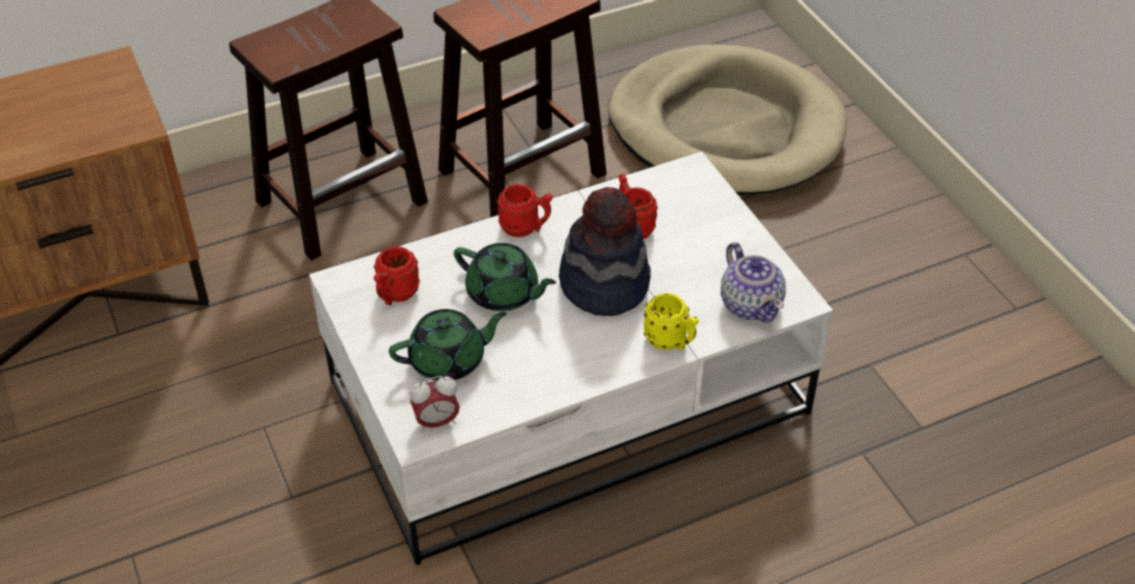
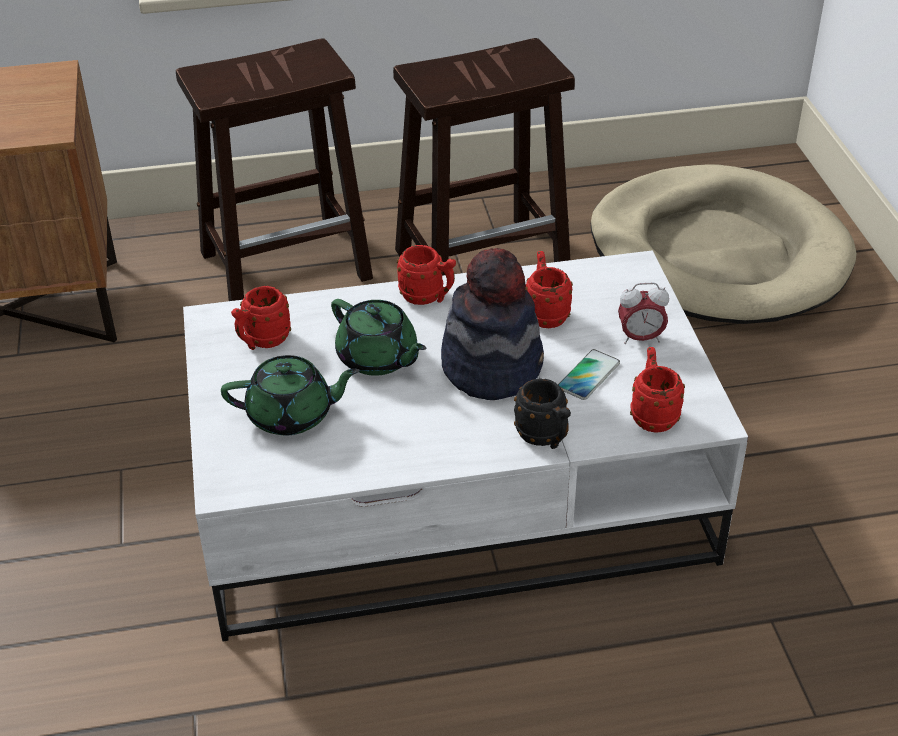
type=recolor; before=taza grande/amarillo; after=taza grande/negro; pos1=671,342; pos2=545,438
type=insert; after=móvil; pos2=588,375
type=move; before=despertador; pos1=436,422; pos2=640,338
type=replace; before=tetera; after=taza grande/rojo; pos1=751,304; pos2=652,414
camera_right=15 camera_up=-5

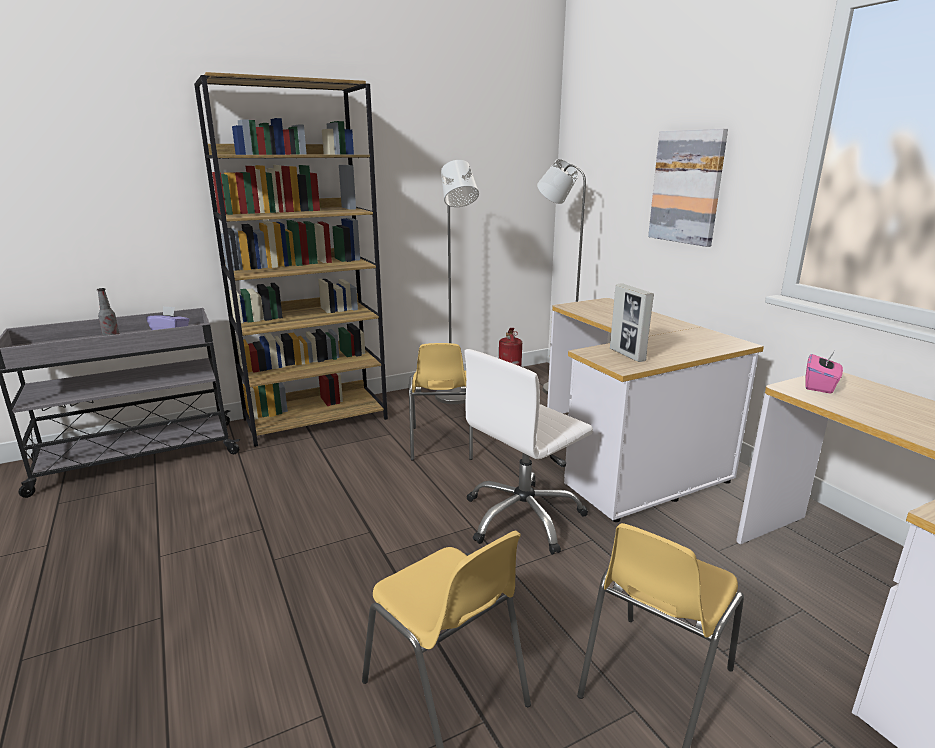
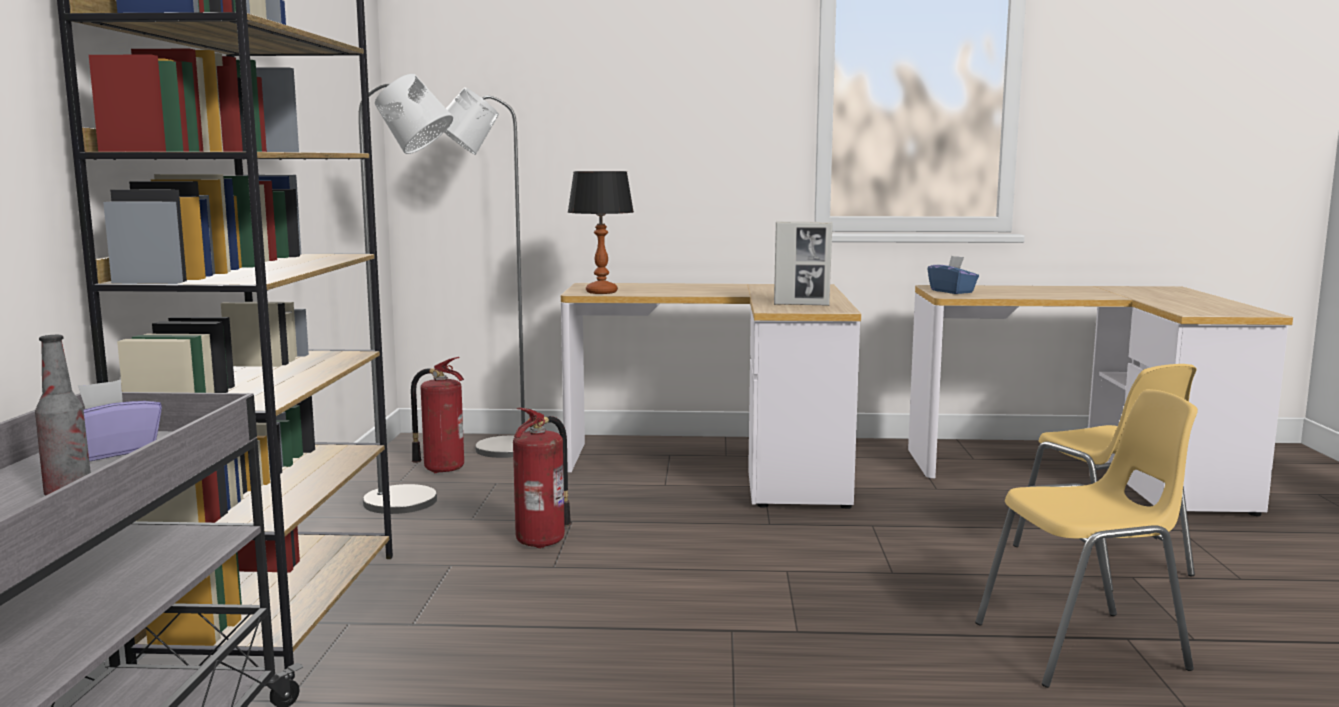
type=replace; before=silla/amarillo; after=extintor; pos1=441,443; pos2=543,541
type=insert; after=lámpara de mesa; pos2=601,292
type=recolor; before=caja de pañuelos/rosa; after=caja de pañuelos/azul; pos1=820,386; pos2=952,291
type=delete; before=silla de oficina/blanco; pos1=523,517
type=delete; before=cuadro; pos1=687,187
camera_right=-60 camera_up=-10

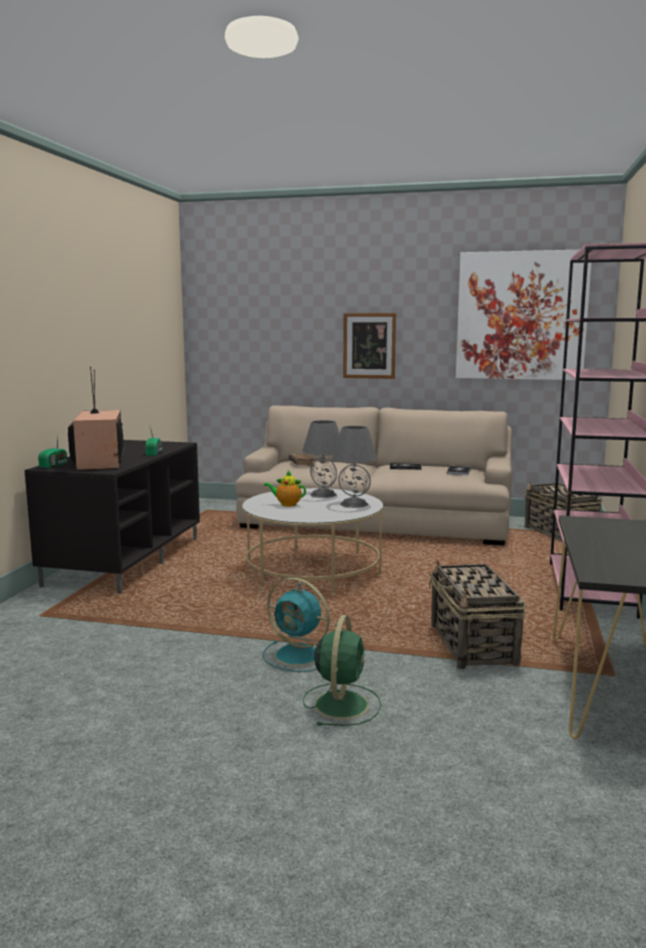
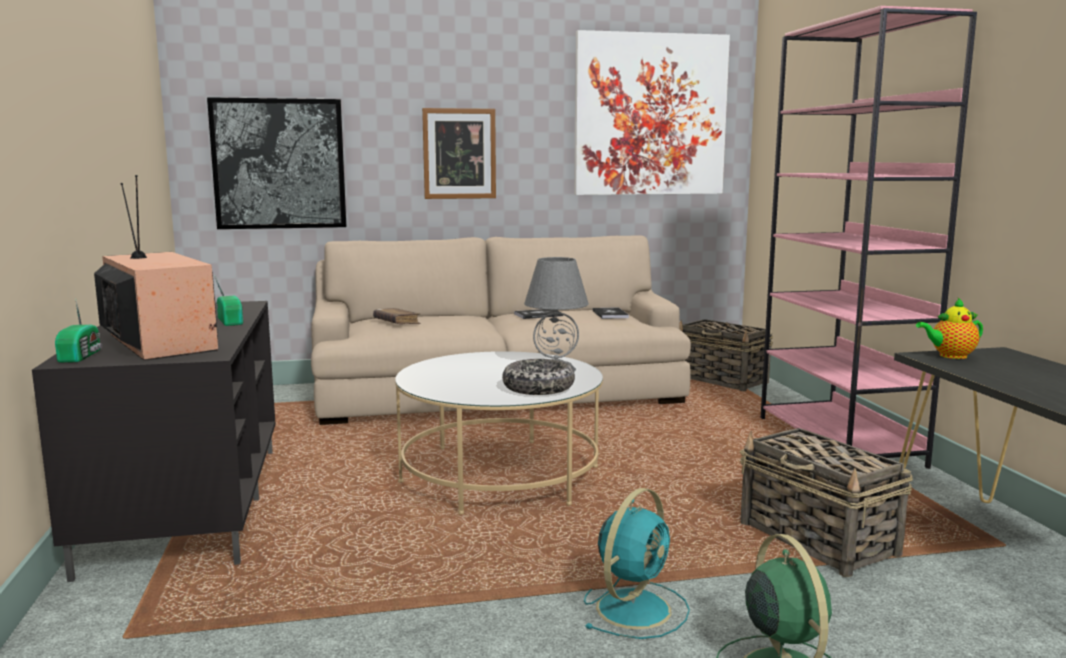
type=insert; after=cuadro; pos2=279,164
type=insert; after=cuenco; pos2=538,388
type=rotate; before=ventilador/turquesa; pos1=300,656; pos2=635,607; turn=-60
type=move; before=tetera; pos1=287,504; pos2=950,356
type=delete; before=lámpara de mesa/gris; pos1=323,494
camera_right=-25 camera_up=0

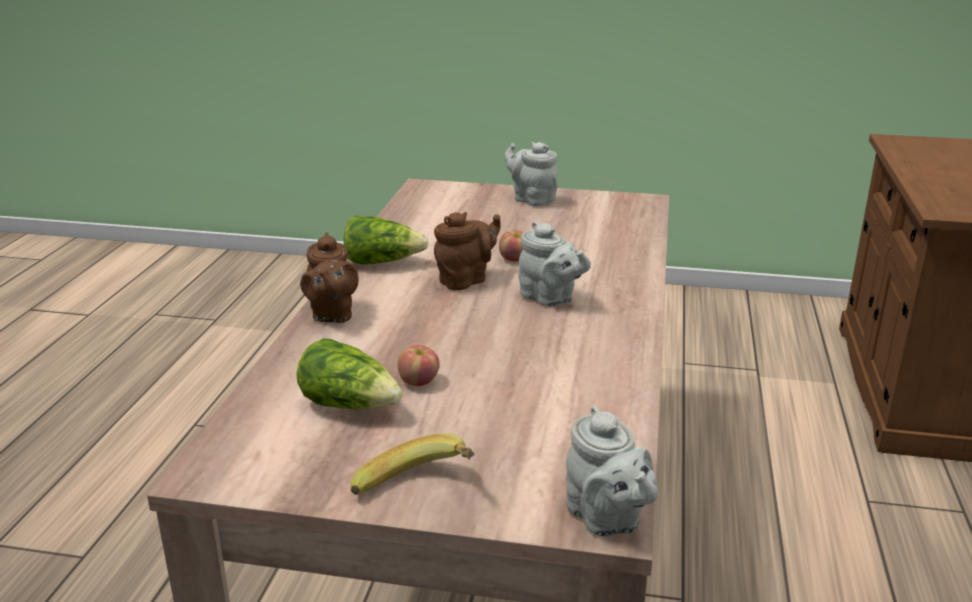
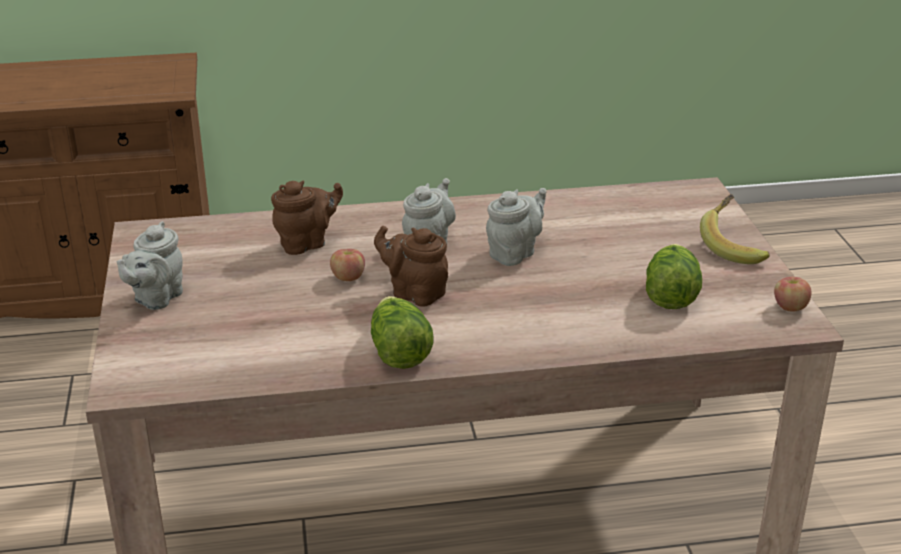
type=move; before=tetera/marrón; pos1=331,315; pos2=307,244
type=move; before=tetera/gris; pos1=606,519; pos2=514,253
type=move; before=manzana; pos1=419,381; pos2=789,307
camera_right=-110 camera_up=5

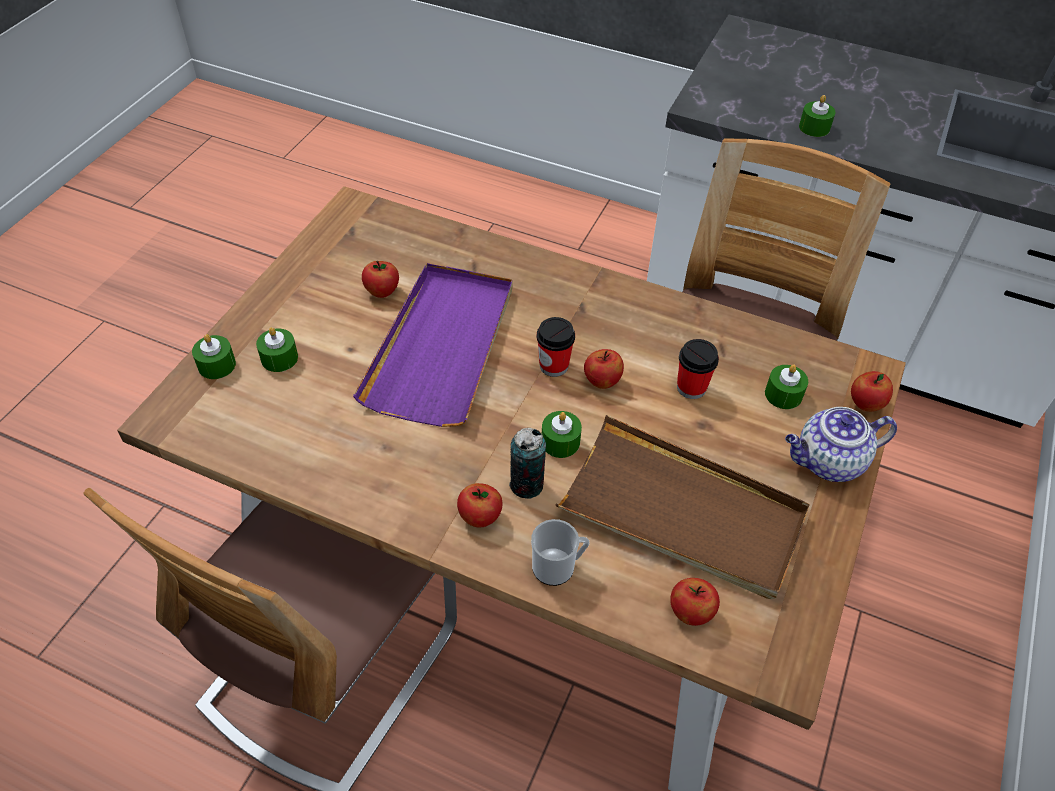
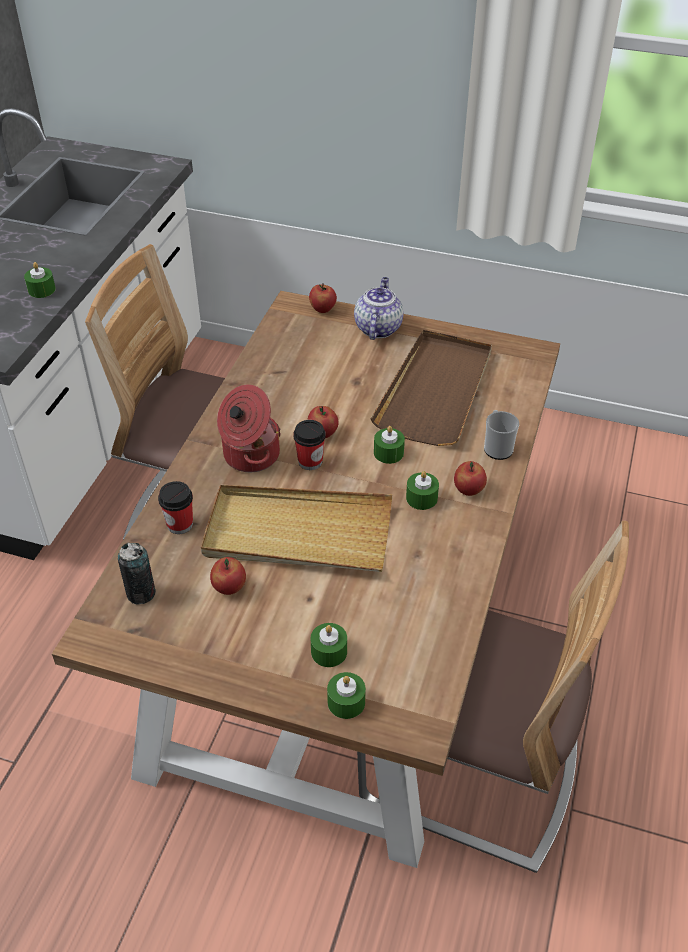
type=move; before=lata; pos1=526,485; pos2=141,593
type=move; before=taza; pos1=691,387; pos2=180,524
type=recolor; before=bandeja/morado; after=bandeja/beis; pos1=442,346; pos2=298,533
type=insert; after=olla; pos2=249,455
type=rotate; before=tetera; pos1=828,462; pos2=377,328; turn=-150
type=move; before=vela/verde; pos1=783,394; pos2=421,498
type=delete; before=manzana; pos1=690,612
camera_right=-95 camera_up=-5

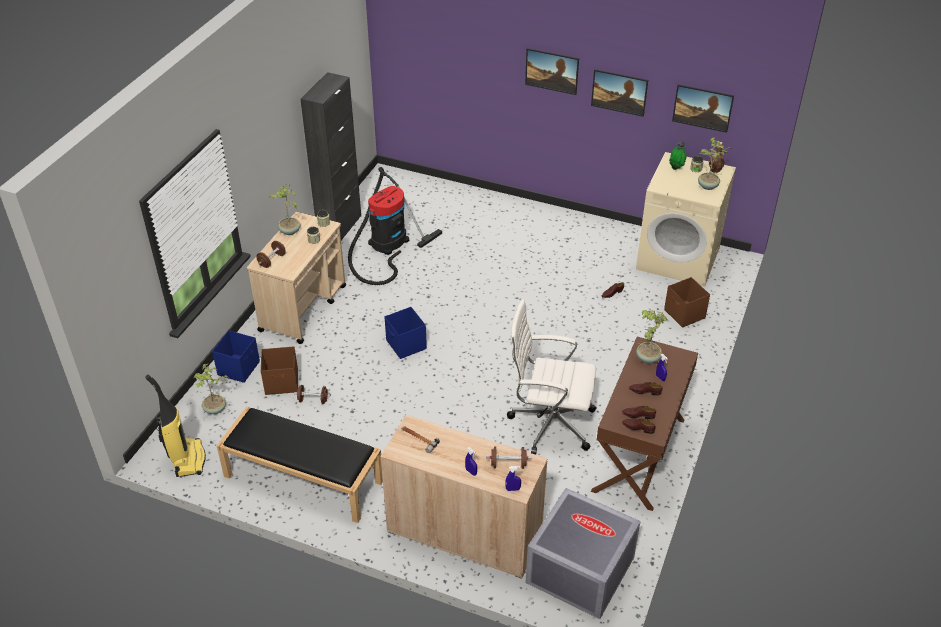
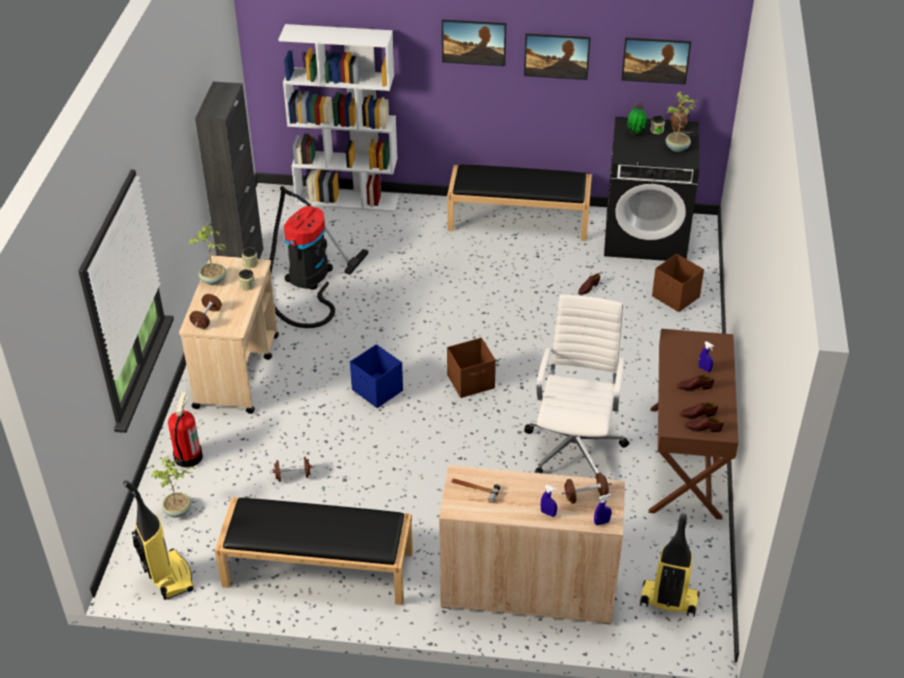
type=replace; before=caja de almacenaje/azul; after=extintor; pos1=239,368; pos2=188,456
type=insert; after=estantería/blanco; pos2=348,199
type=insert; after=banco/negro; pos2=519,220
type=move; before=caja de almacenaje/marrón; pos1=282,383; pos2=471,382
type=rotate; before=silla de oficina/blanco; pos1=549,423; pos2=575,446; turn=105
type=recolor; before=lavadora/beis; after=lavadora/negro; pos1=678,258; pos2=646,235
type=replace; before=caja de almacenaje/gris; after=aspiradora; pos1=578,570; pos2=668,601
type=delete; before=planta en maceta; pos1=647,358
camera_right=-15 camera_up=0

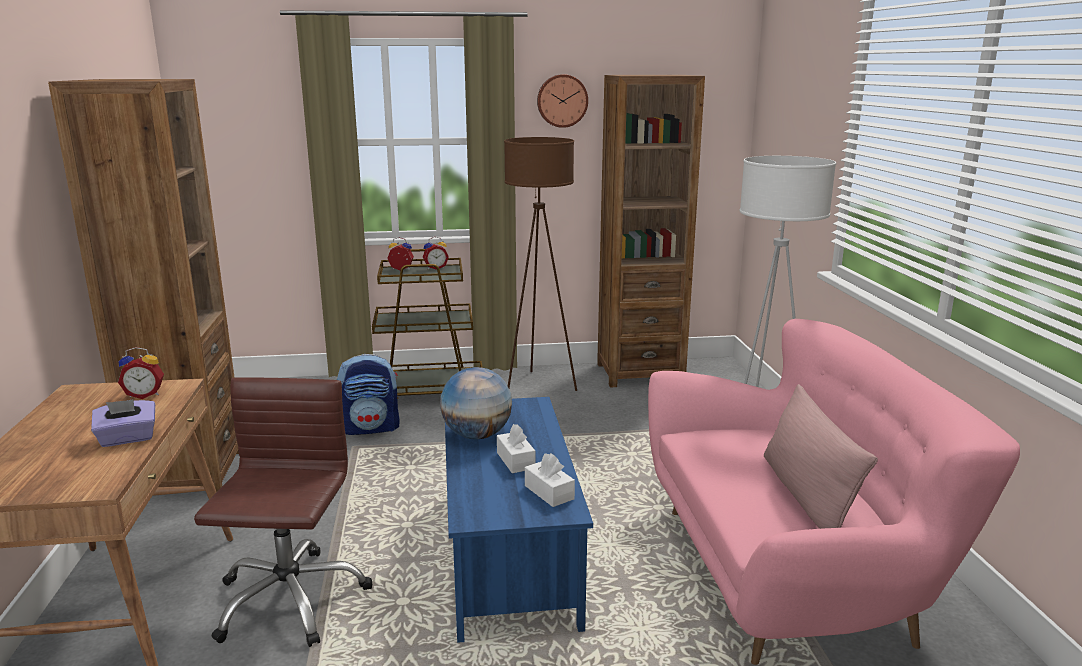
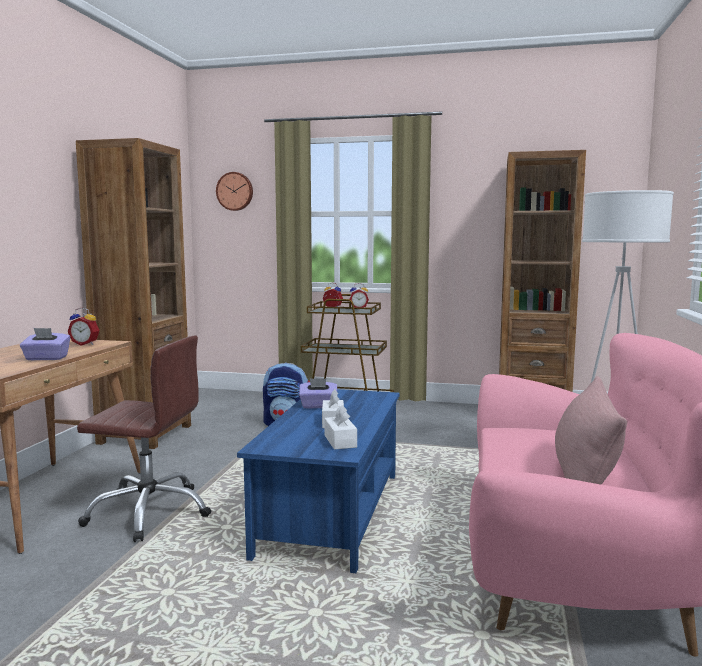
type=rotate; before=silla de oficina/marrón; pos1=289,599; pos2=149,512; turn=75
type=move; before=reloj de pared; pos1=562,101; pos2=235,191
type=replace; before=globo terráqueo; after=caja de pañuelos/morado; pos1=477,435; pos2=318,406
type=delete; before=lámpara de pie/marrón; pos1=539,385
camera_right=20 camera_up=-10

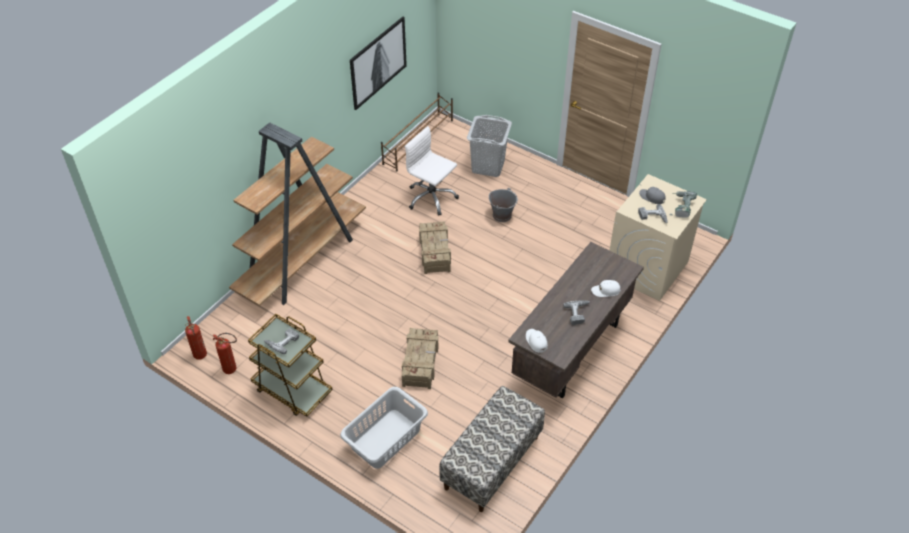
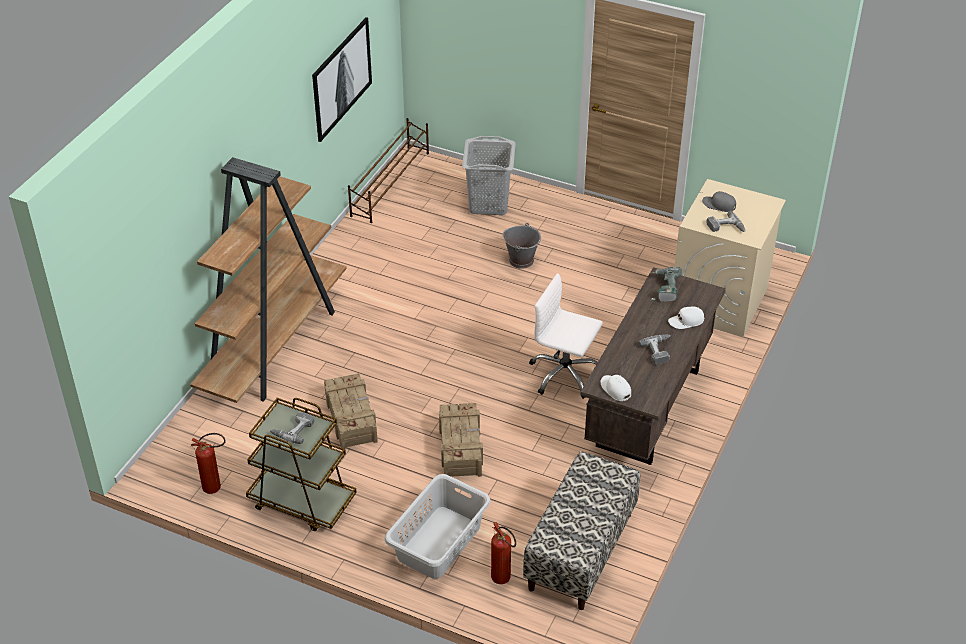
type=move; before=caja de embalaje; pos1=435,252; pos2=351,418
type=move; before=extintor; pos1=201,357; pos2=503,580
type=move; before=silla de oficina/blanco; pos1=431,198; pos2=564,374
type=move; before=taladro; pos1=681,207; pos2=664,289
camera_right=-10 camera_up=-5

